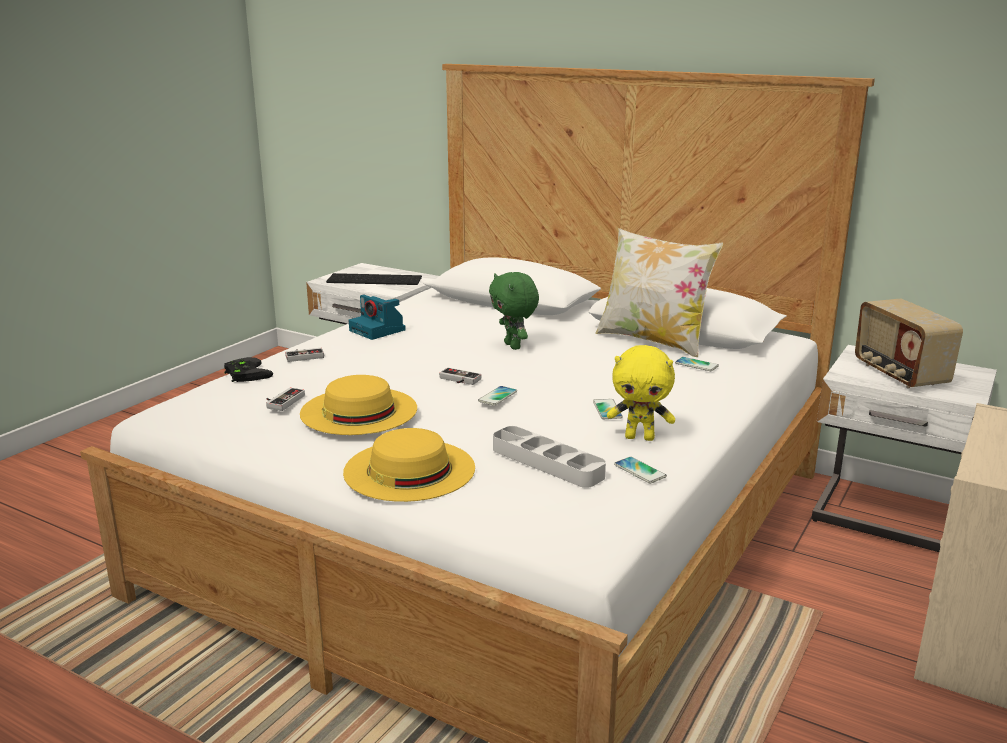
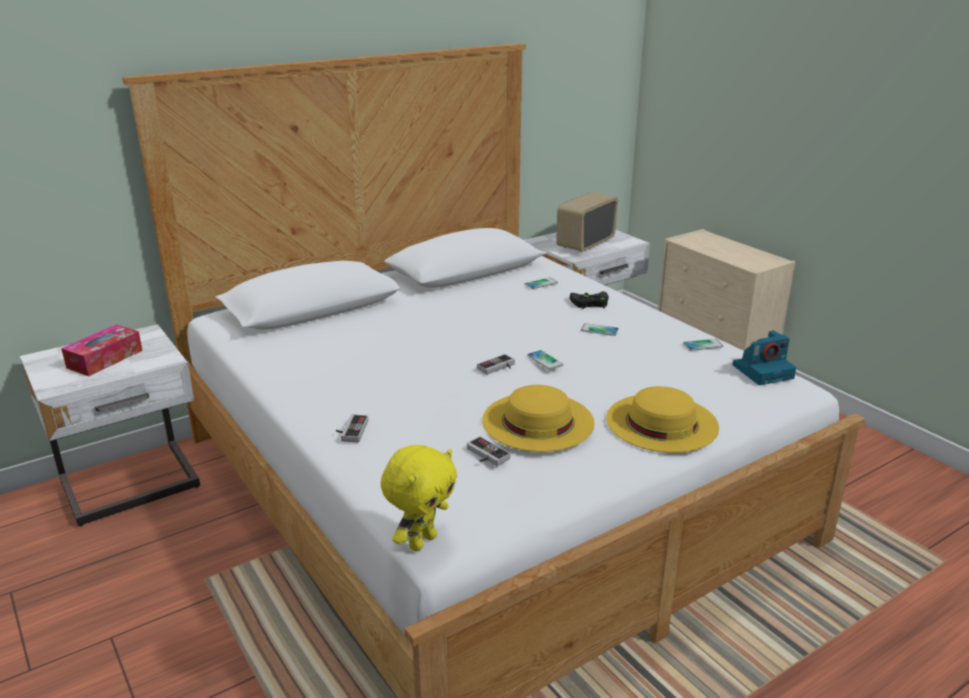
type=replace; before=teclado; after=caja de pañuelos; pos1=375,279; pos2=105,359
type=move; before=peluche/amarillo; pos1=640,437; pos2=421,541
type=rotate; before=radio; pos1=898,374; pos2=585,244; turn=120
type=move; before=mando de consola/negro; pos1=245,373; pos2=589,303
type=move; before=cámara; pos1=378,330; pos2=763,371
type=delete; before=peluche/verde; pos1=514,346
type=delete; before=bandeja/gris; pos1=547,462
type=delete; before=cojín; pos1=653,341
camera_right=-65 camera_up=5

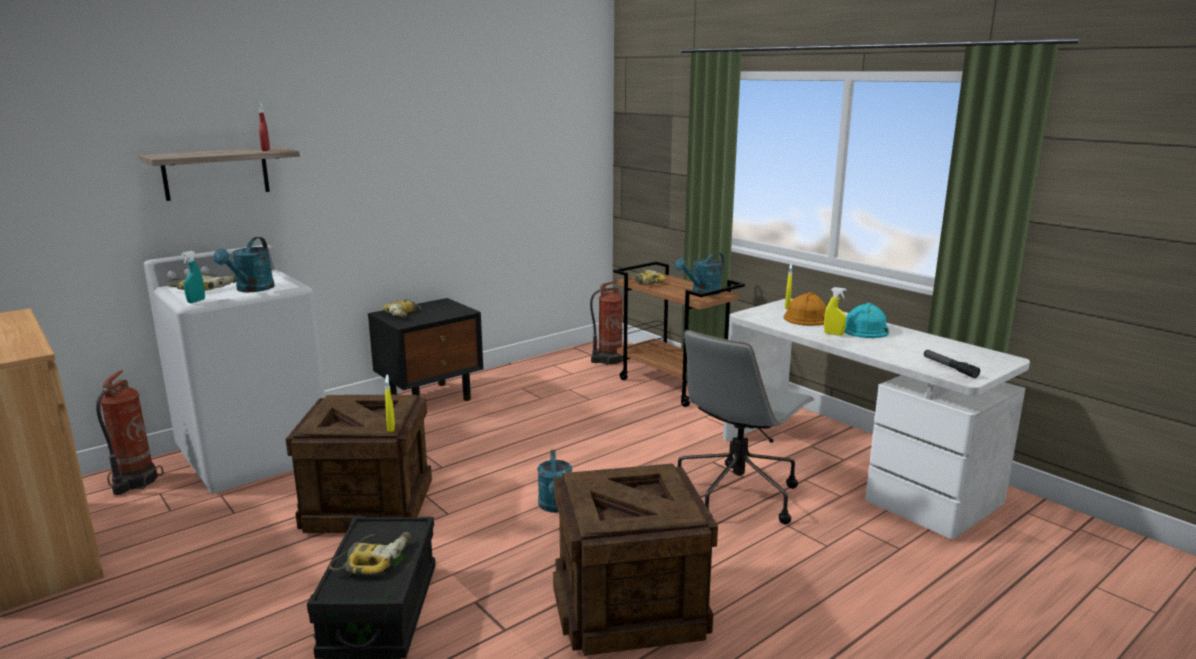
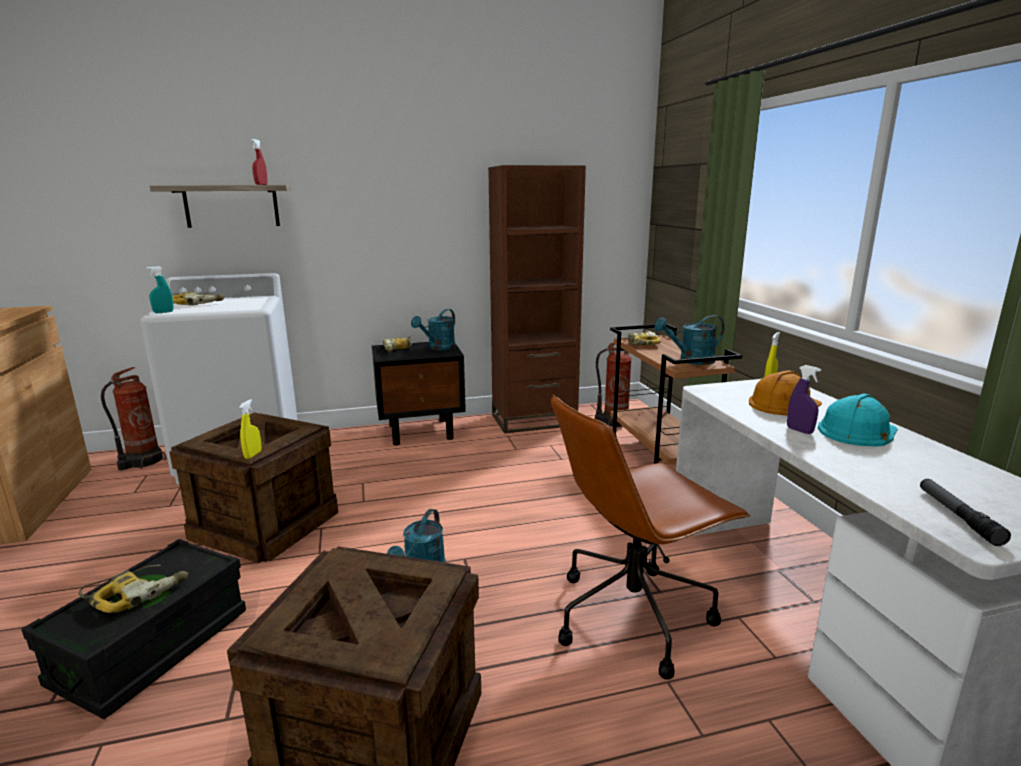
type=move; before=regadera/turquesa; pos1=251,289; pos2=438,348
type=insert; after=estantería/marrón; pos2=534,420
type=recolor; before=silla de oficina/gris; after=silla de oficina/marrón; pos1=738,494; pos2=634,615
type=recolor; before=pulverizador/amarillo; after=pulverizador/morado; pos1=833,334; pos2=799,430
camera_right=25 camera_up=0

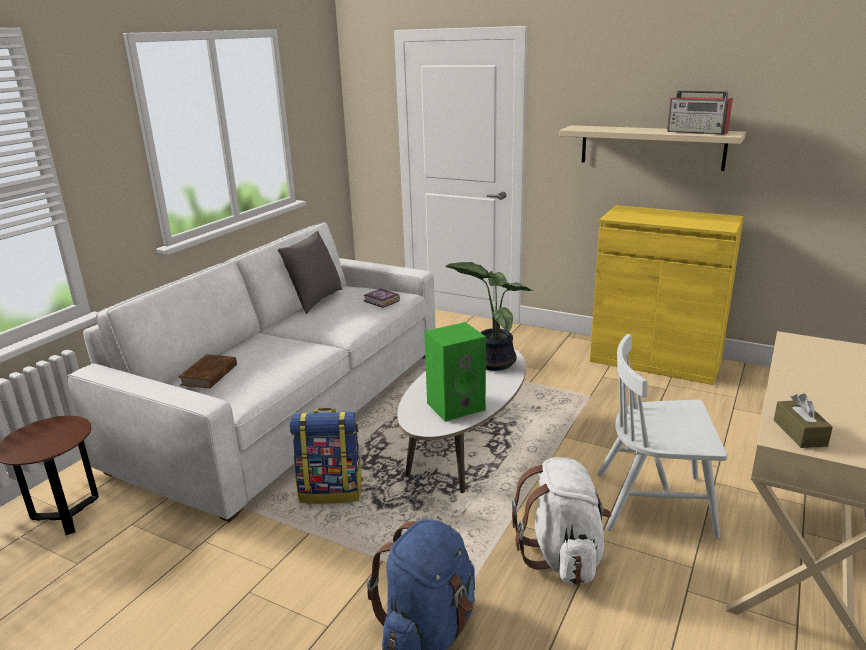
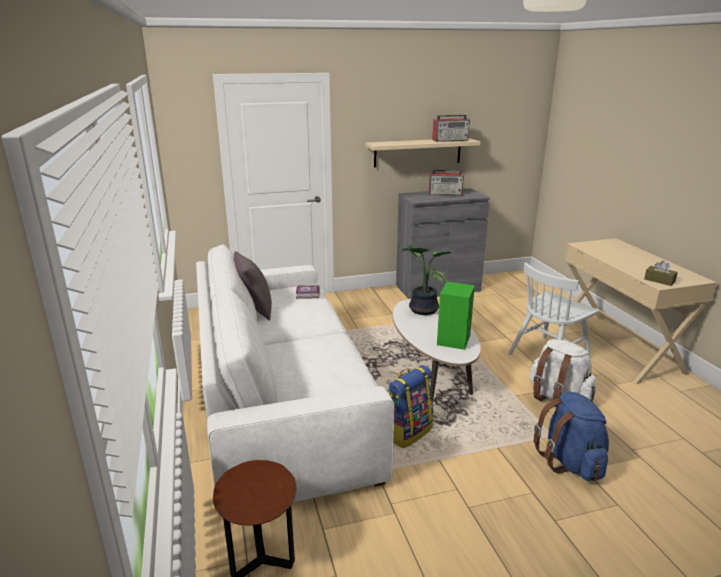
type=recolor; before=armario/amarillo; after=armario/gris; pos1=655,360; pos2=438,288
type=insert; after=radio; pos2=446,193
type=delete; before=libro/marrón; pos1=209,375
camera_right=-45 camera_up=0

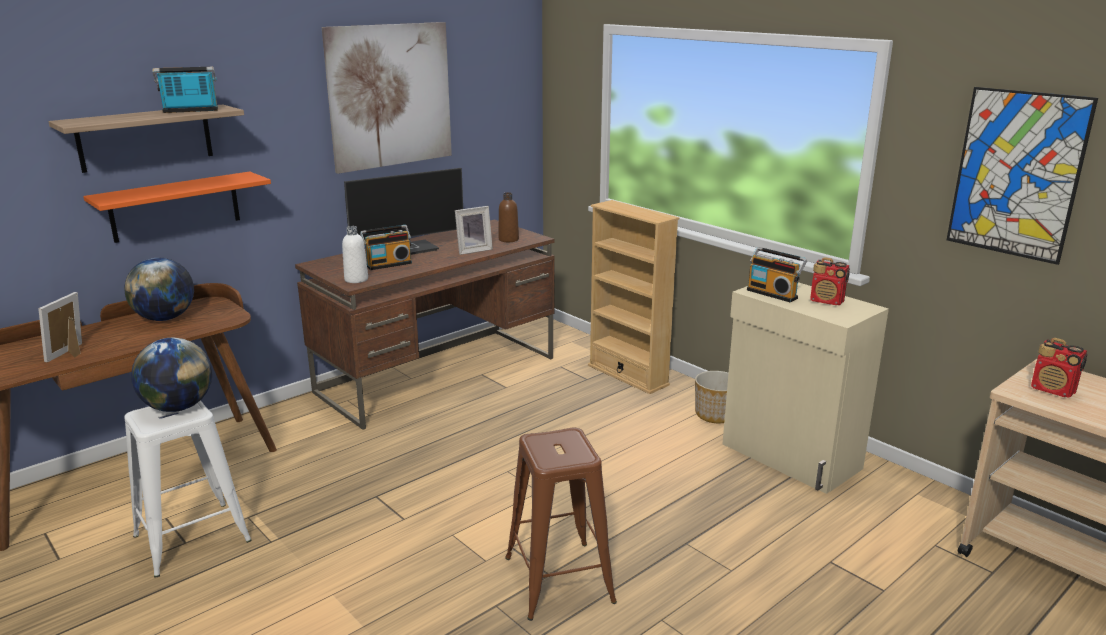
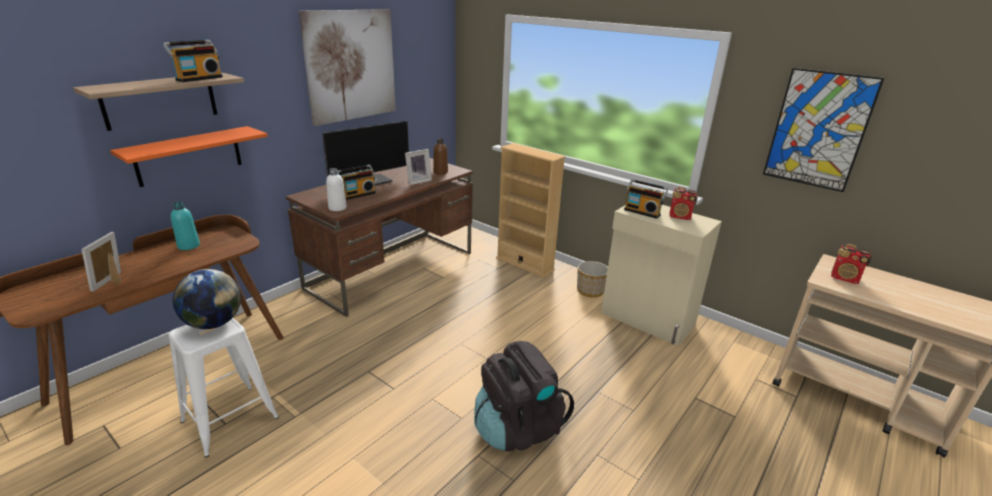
type=rotate; before=radio; pos1=190,111; pos2=198,78; turn=150
type=replace; before=globo terráqueo; after=botella/turquesa; pos1=165,318; pos2=188,246
type=replace; before=taburete/marrón; after=mochila/negro; pos1=559,579; pos2=518,428
camera_right=-10 camera_up=5

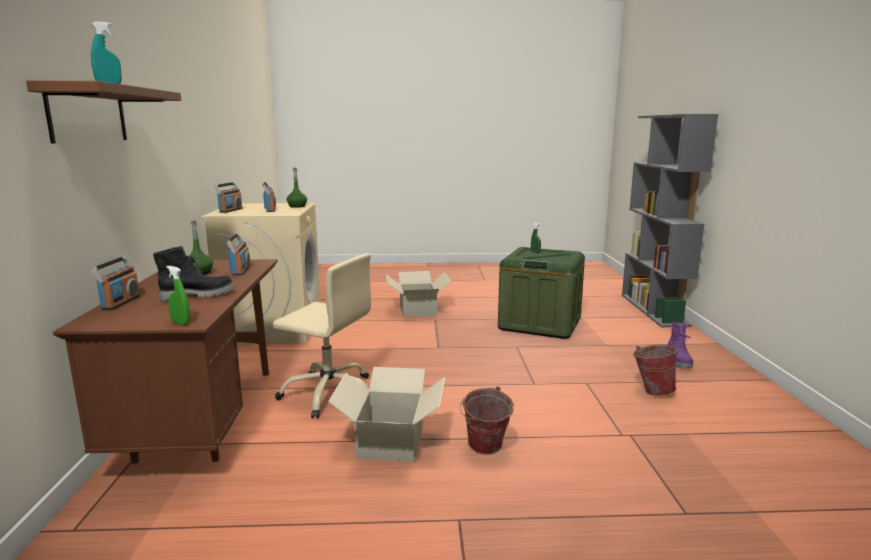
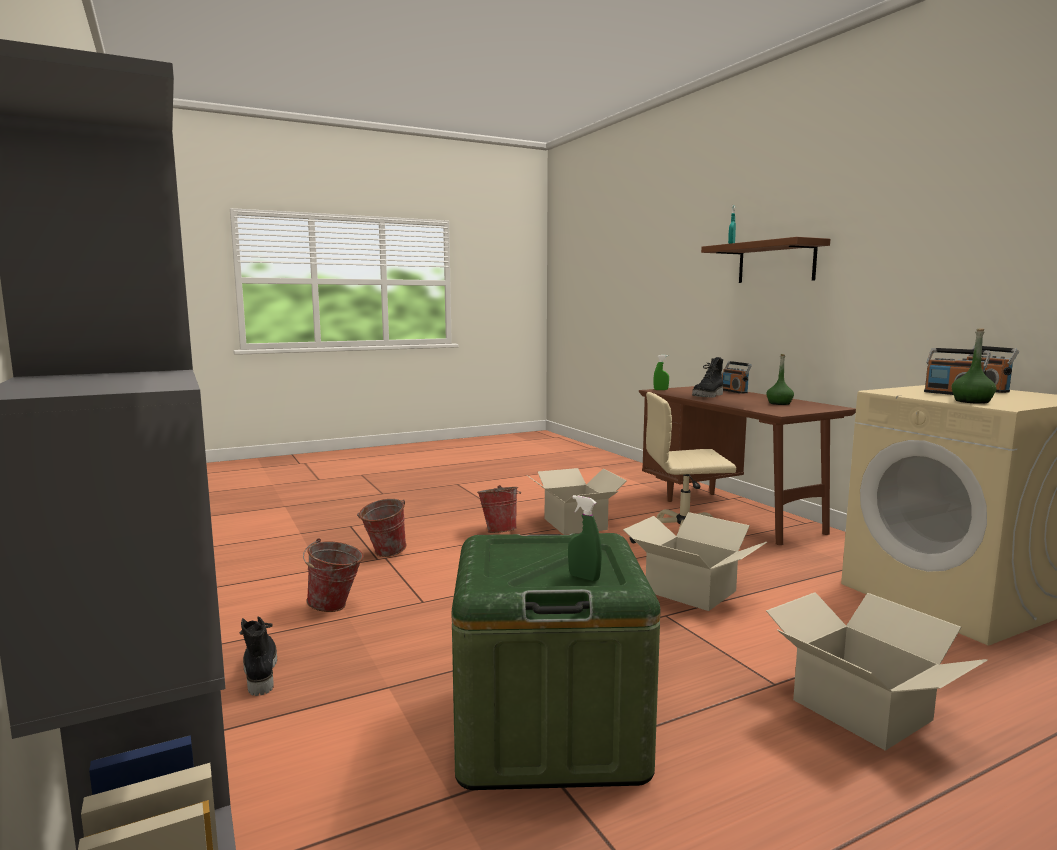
type=recolor; before=bota/morado; after=bota/negro; pos1=679,361; pos2=259,672
type=insert; after=cubo; pos2=383,553
type=insert; after=caja de cartón; pos2=690,591
type=delete; before=radio; pos1=240,270
camera_right=155 camera_up=-5

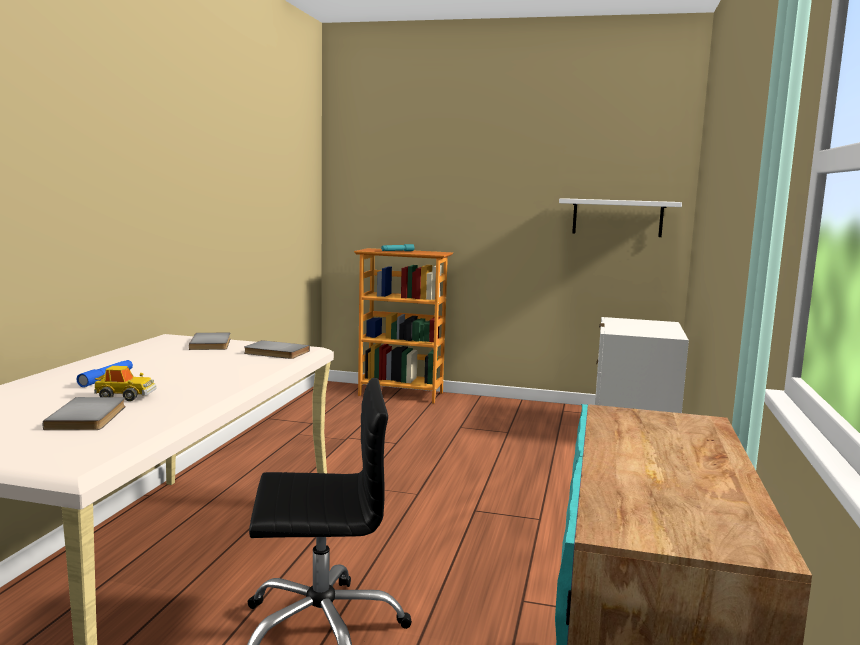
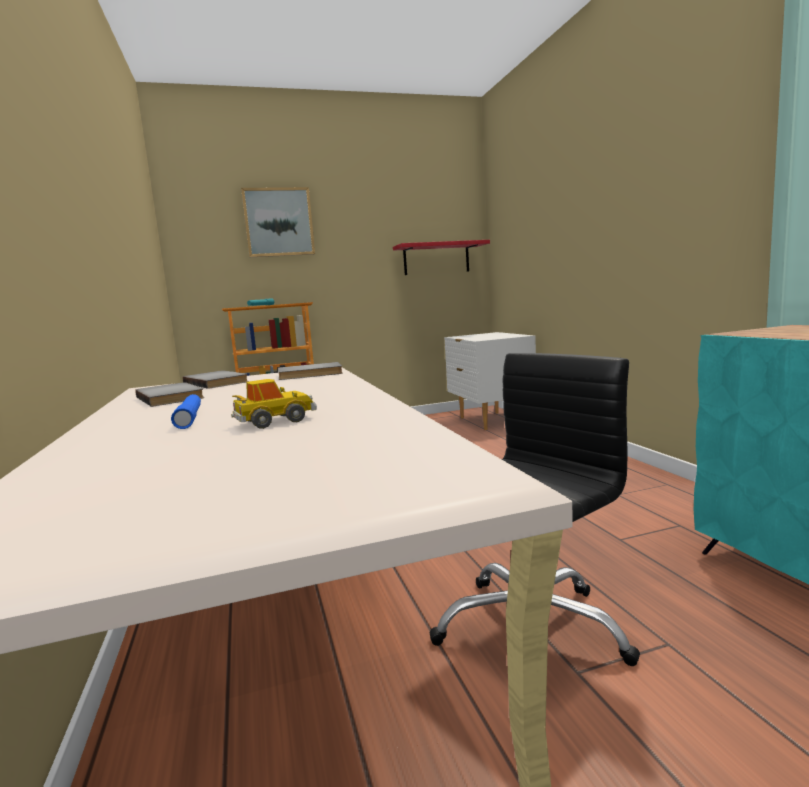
type=move; before=libro/gris; pos1=90,417; pos2=172,397
type=insert; after=cuadro; pos2=278,222
type=recolor; before=estante/blanco; after=estante/rojo; pos1=617,217; pos2=436,259
camera_right=-30 camera_up=0

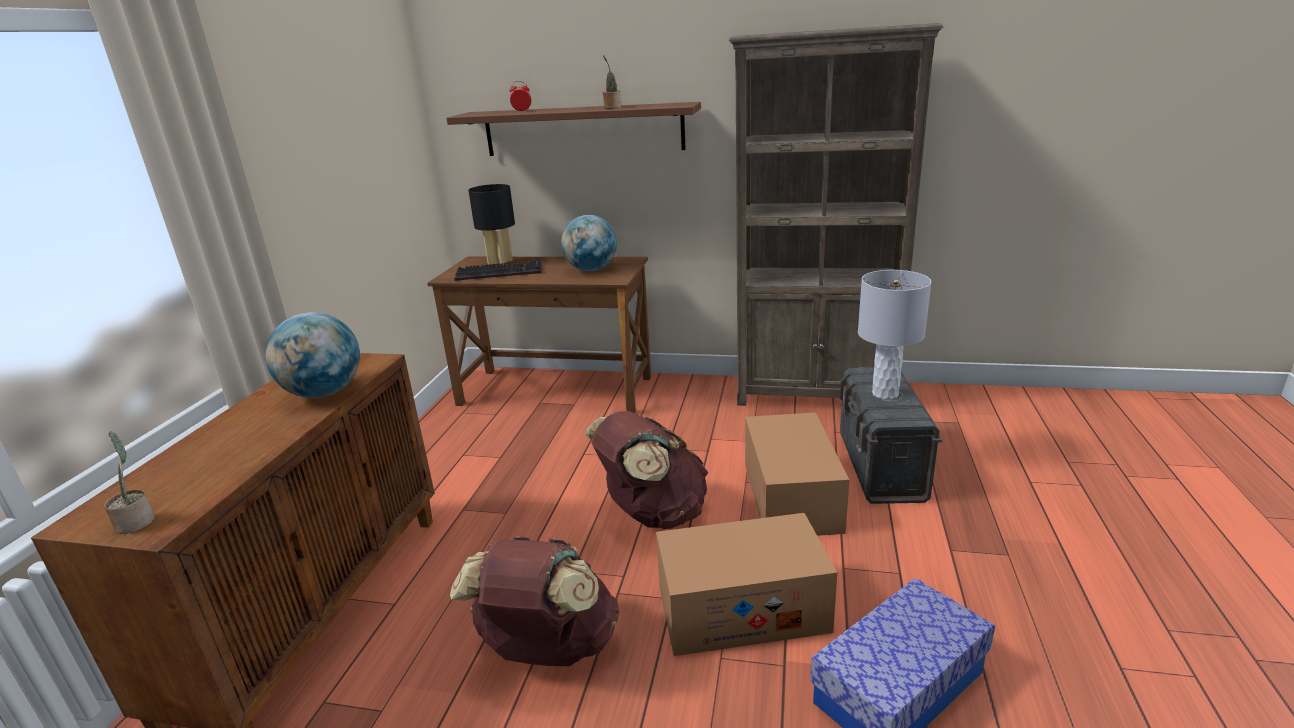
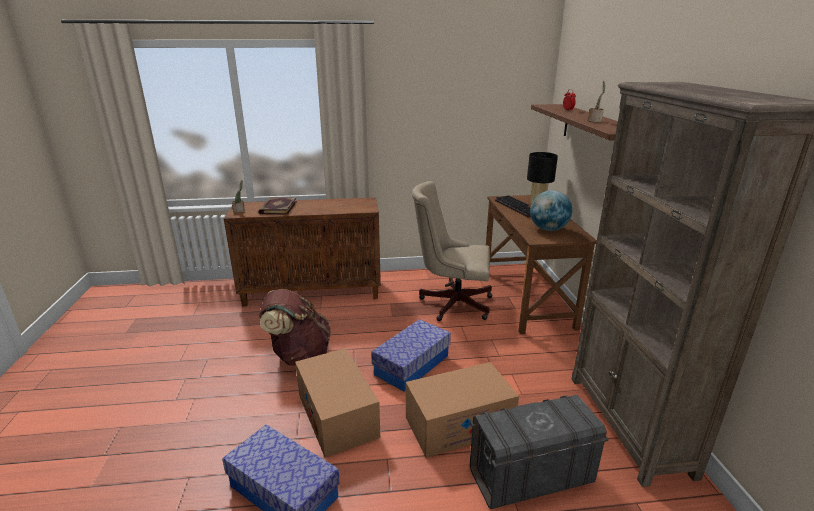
type=insert; after=libro; pos2=277,207
type=replace; before=mochila/marrón; after=caja de almacenaje; pos1=652,514; pos2=412,365
type=insert; after=silla de oficina/beis; pos2=451,303
type=delete; before=globo terráqueo; pos1=324,393
type=delete; before=lámpara de mesa/gris; pos1=884,393
camera_right=70 camera_up=0

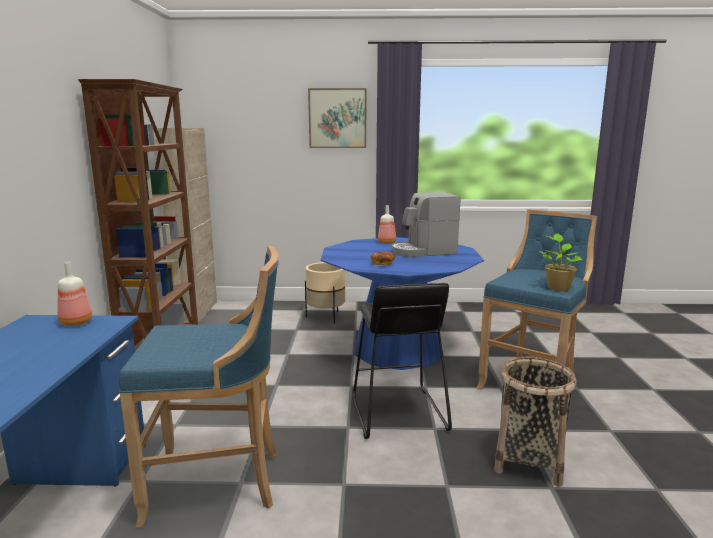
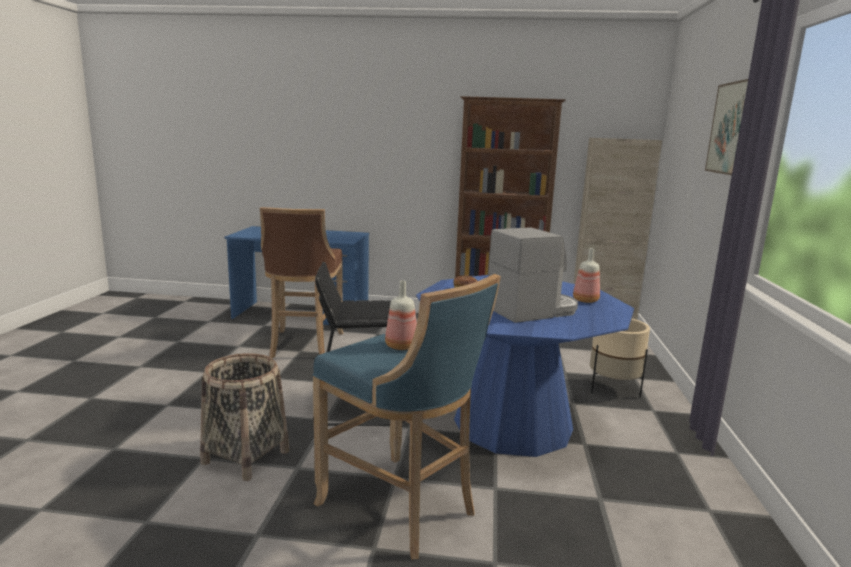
type=recolor; before=taburete/azul; after=taburete/marrón; pos1=219,483; pos2=304,346
type=move; before=botella; pos1=75,323; pos2=401,346
type=rotate; before=cafetera; pos1=423,252; pos2=533,310; turn=75
type=delete; before=planta en maceta; pos1=557,287
camera_right=95 camera_up=0

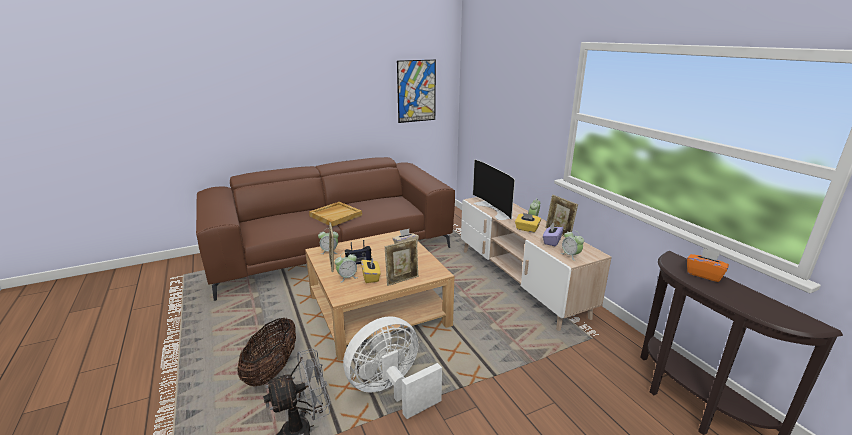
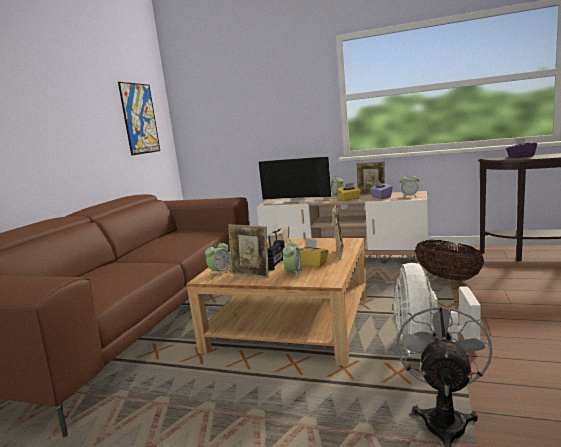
type=move; before=cesta; pos1=272,370; pos2=447,278
type=recolor; before=caja de pañuelos/naranja; after=caja de pañuelos/morado; pos1=704,274; pos2=520,157
type=delete; before=bandeja/beis; pos1=336,215
camera_right=-45 camera_up=-10

